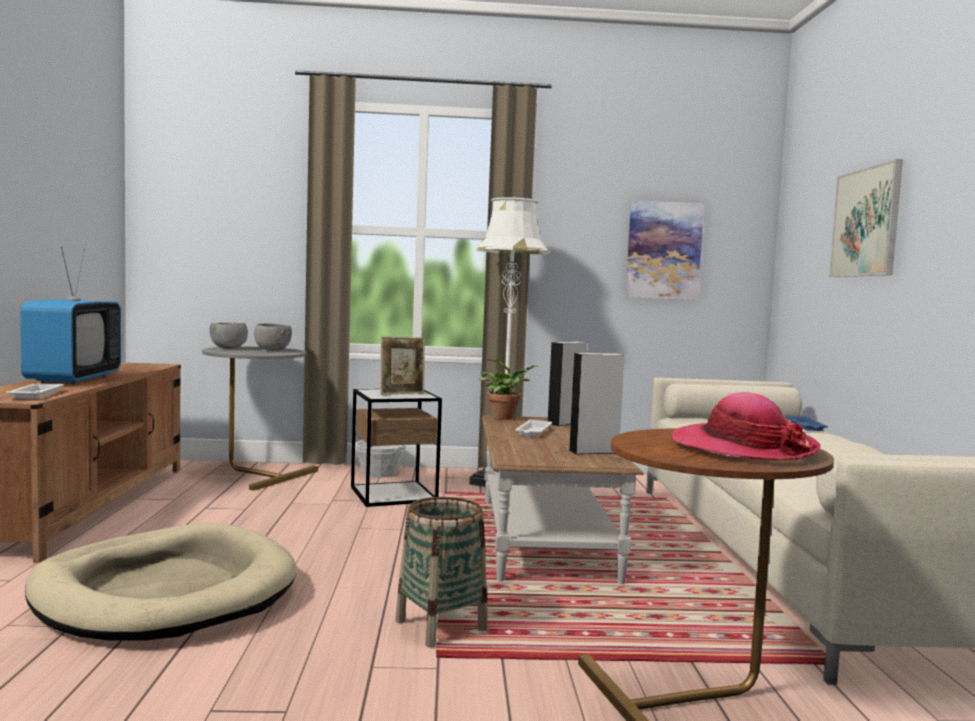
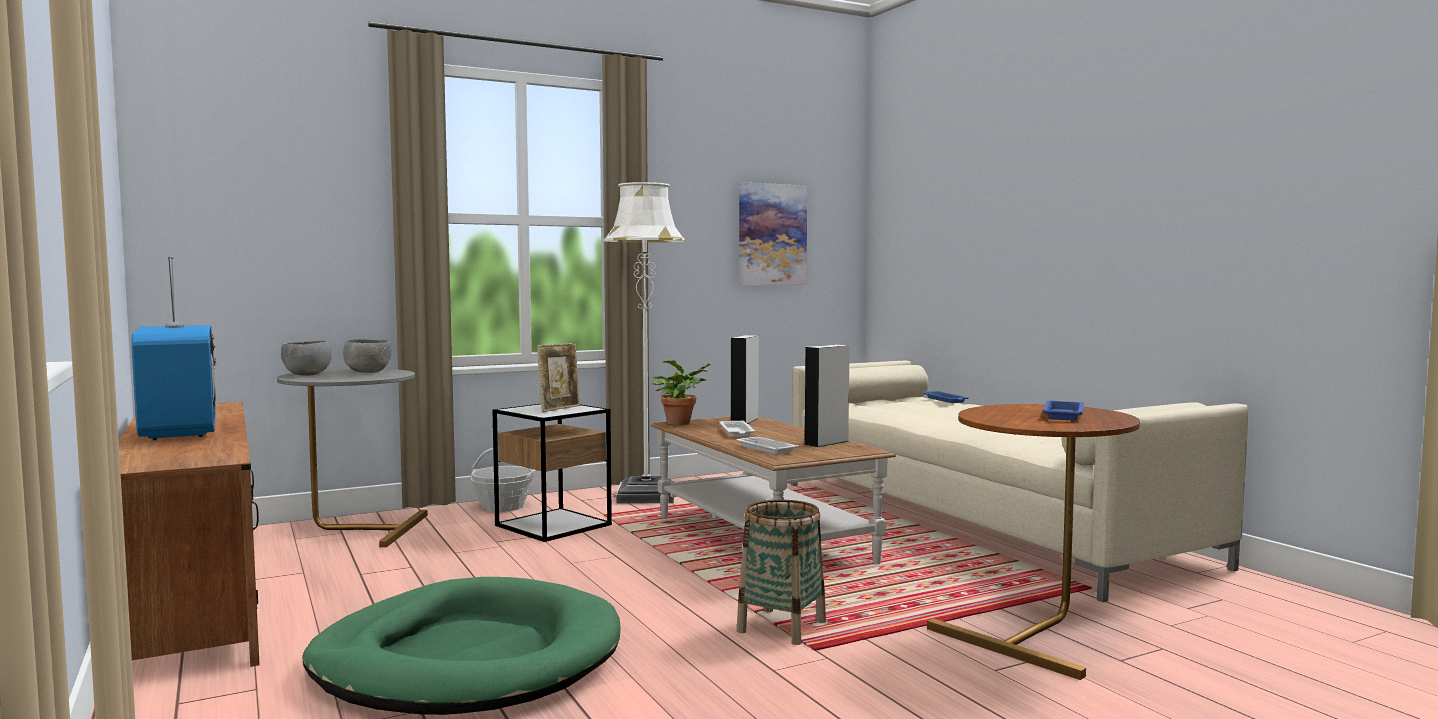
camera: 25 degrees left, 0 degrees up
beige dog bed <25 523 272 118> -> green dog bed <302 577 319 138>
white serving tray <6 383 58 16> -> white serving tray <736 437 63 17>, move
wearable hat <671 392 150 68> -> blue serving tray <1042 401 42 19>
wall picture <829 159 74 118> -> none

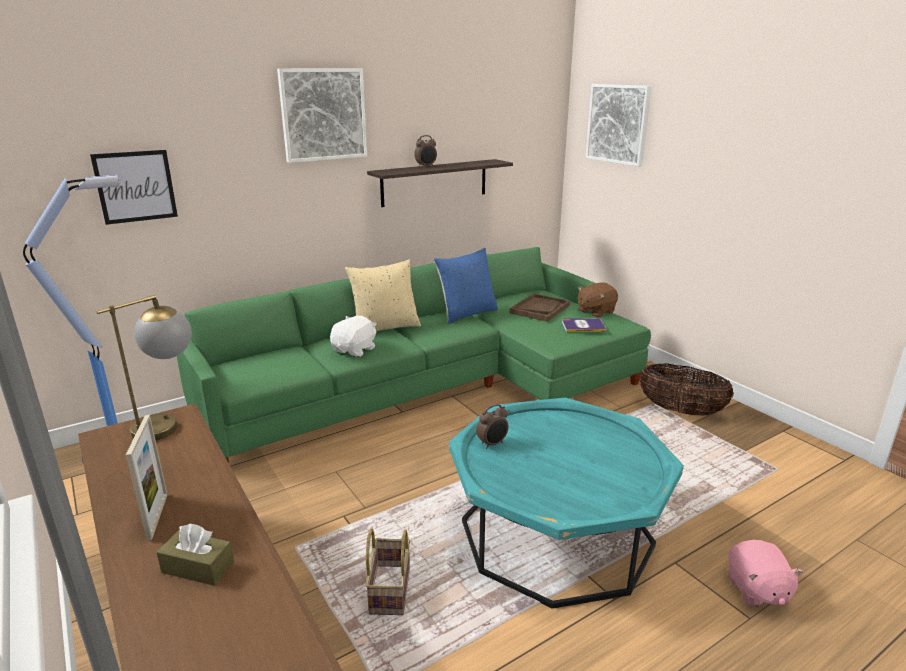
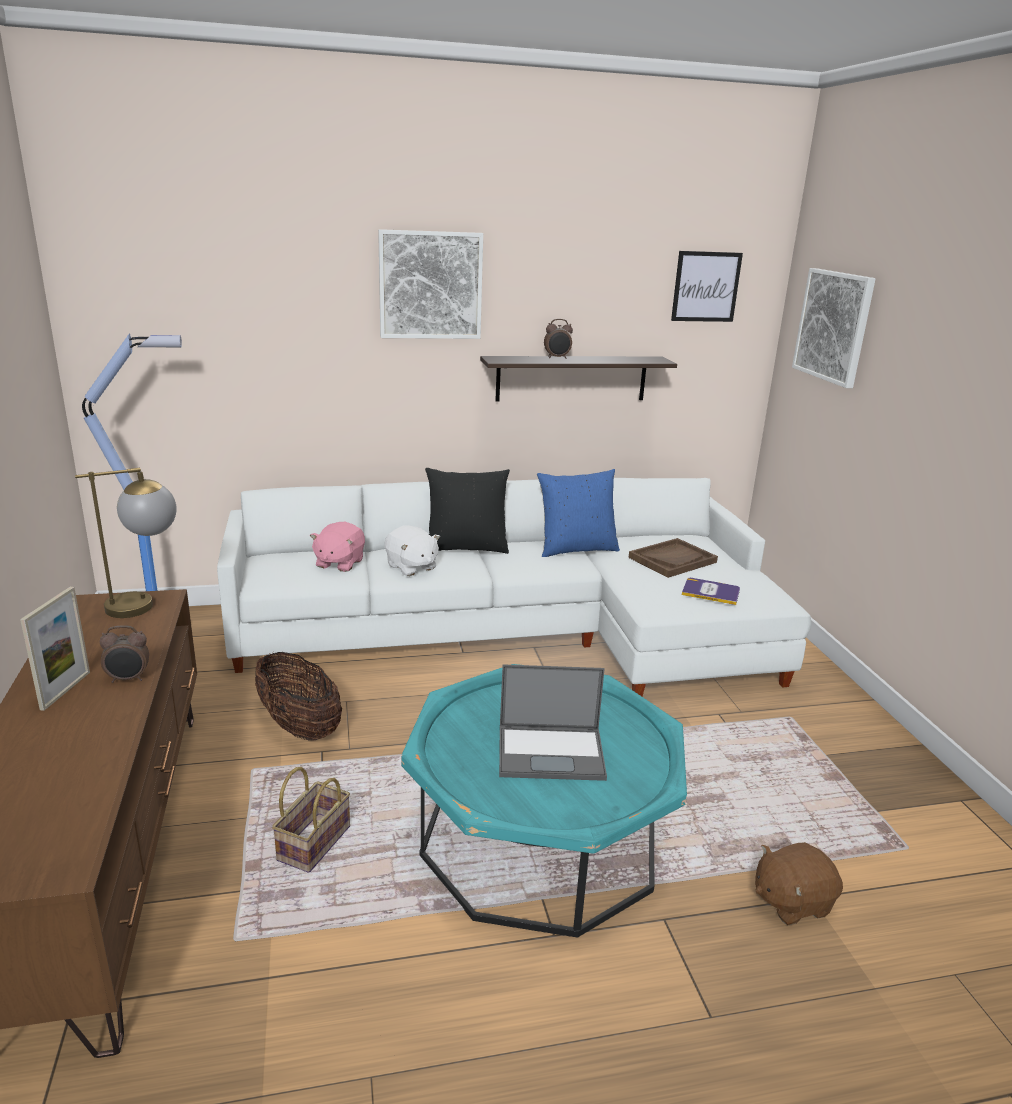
camera: 20 degrees right, 0 degrees up
bedside clock <476 404 32 45> -> bedside clock <100 625 49 58>, move
green settee <177 247 474 216> -> white settee <217 478 595 218>
storage basket <639 363 95 53> -> storage basket <255 652 87 89>, move
pink-coloured plush toy <728 540 75 67> -> pink-coloured plush toy <310 522 55 50>, move
white plush toy <330 316 47 41> -> white plush toy <385 525 55 51>, 90 degrees clockwise
beige pillow <345 259 76 72> -> black pillow <425 468 85 86>
none -> laptop <499 664 108 117>
wall picture <90 150 88 75> -> wall picture <671 251 72 71>, move
brown-coloured plush toy <578 282 40 36> -> brown-coloured plush toy <755 842 88 83>, move
brown-coloured box of tissues <157 524 77 62> -> none

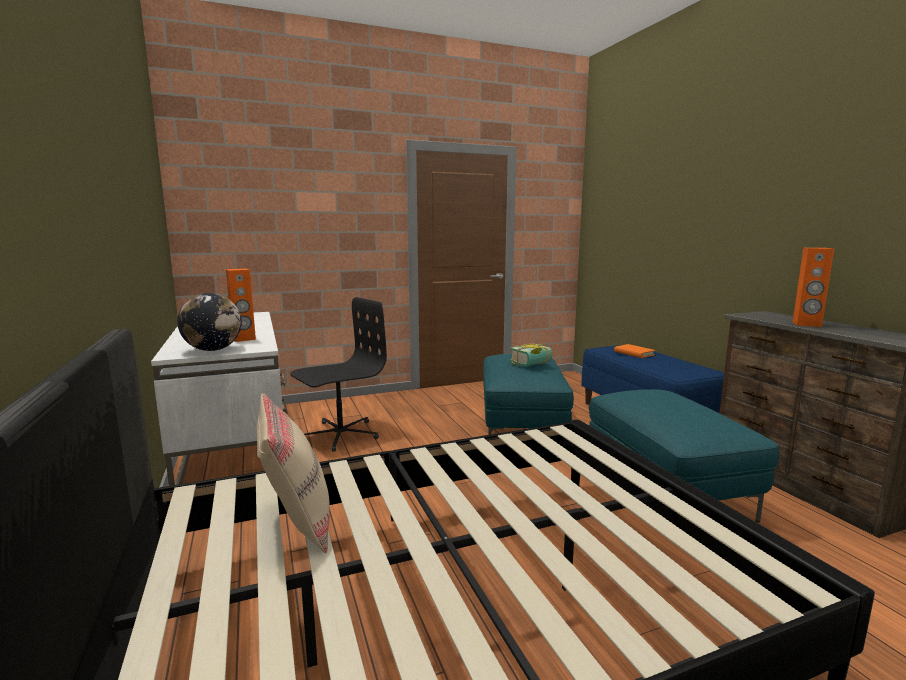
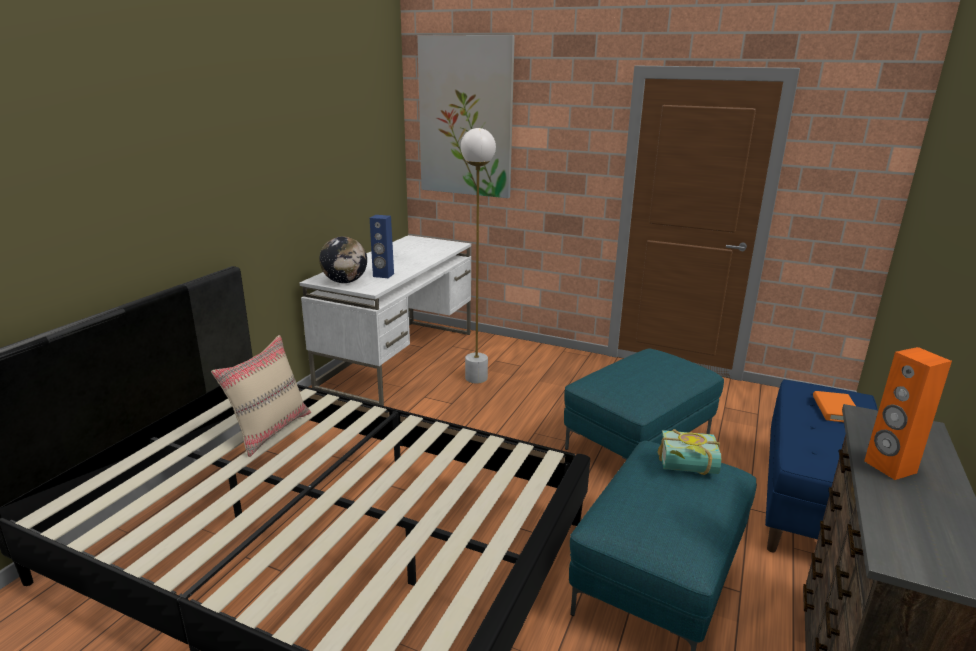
camera: 45 degrees right, 10 degrees up
orange-coloured speaker <226 269 30 73> -> blue speaker <370 215 24 63>
none -> wall picture <417 35 98 163>
black computer chair <290 297 97 155> -> white floor lamp <461 128 35 255>
book <510 344 42 22> -> book <657 429 64 46>, move

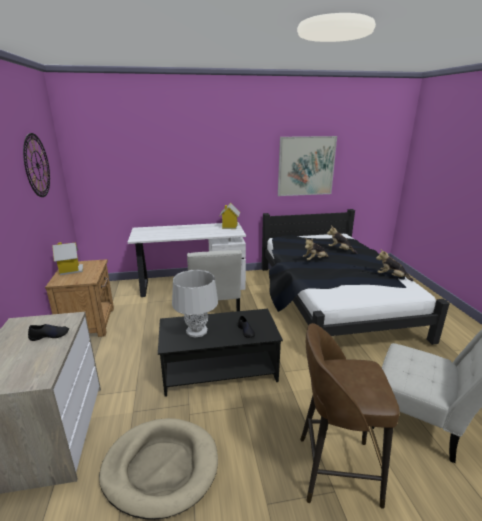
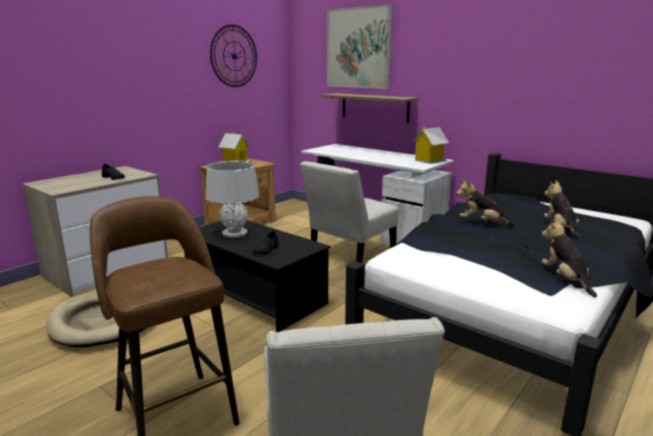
camera: 50 degrees right, 5 degrees down
none -> bracket shelf <322 93 96 30>
wall picture <278 136 59 60> -> wall picture <327 4 65 85>, move

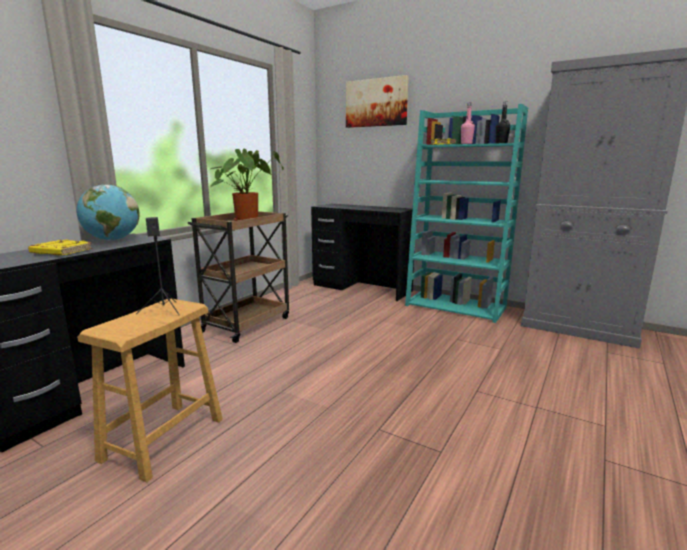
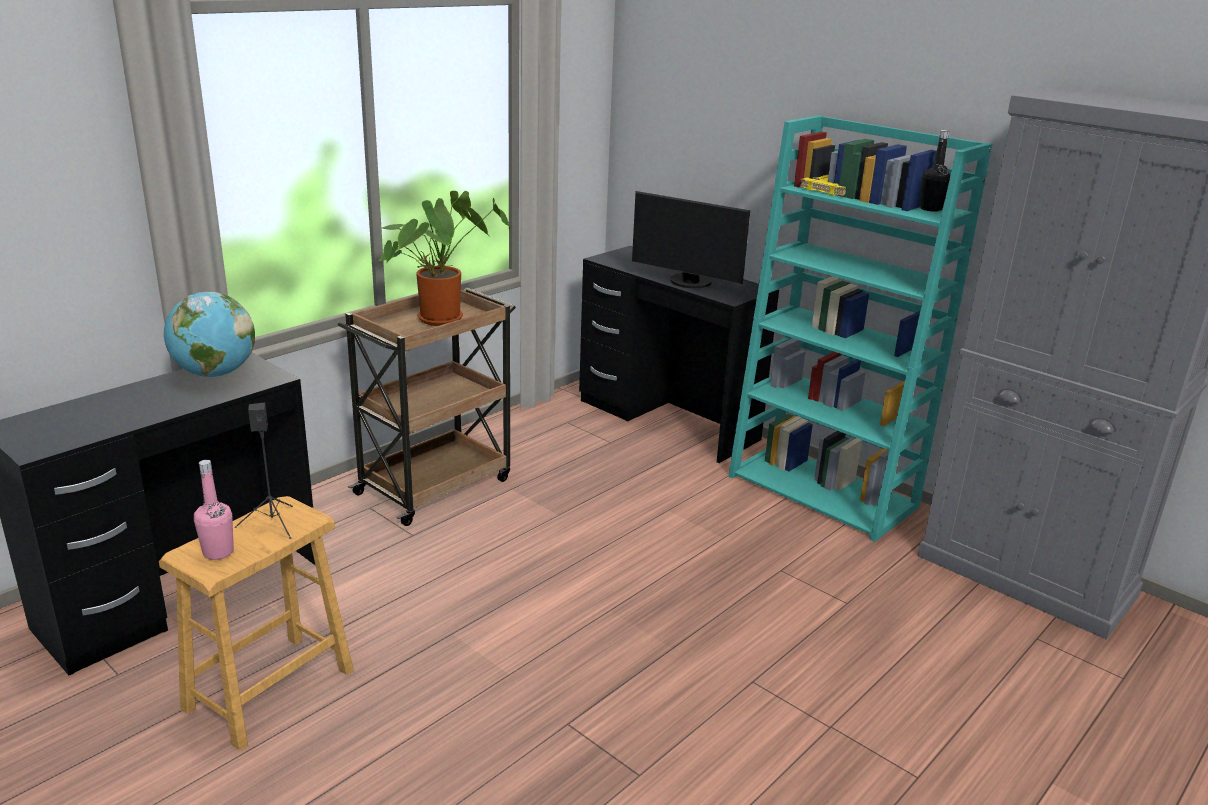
camera: 10 degrees right, 10 degrees up
pink-coloured drink bottle <461 102 14 42> -> pink-coloured drink bottle <194 460 40 100>, move
none -> monitor <632 191 118 97>
yellow-coloured book <28 240 65 15> -> none
wall picture <346 75 62 53> -> none

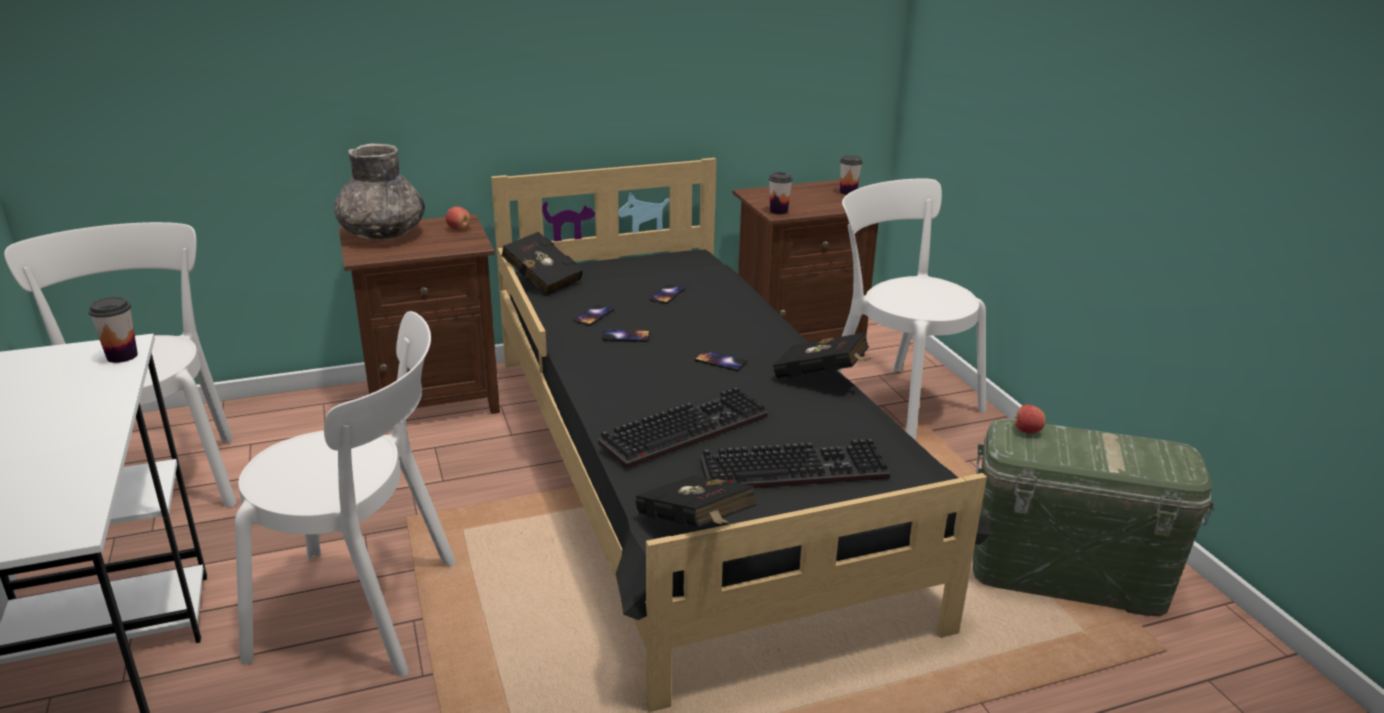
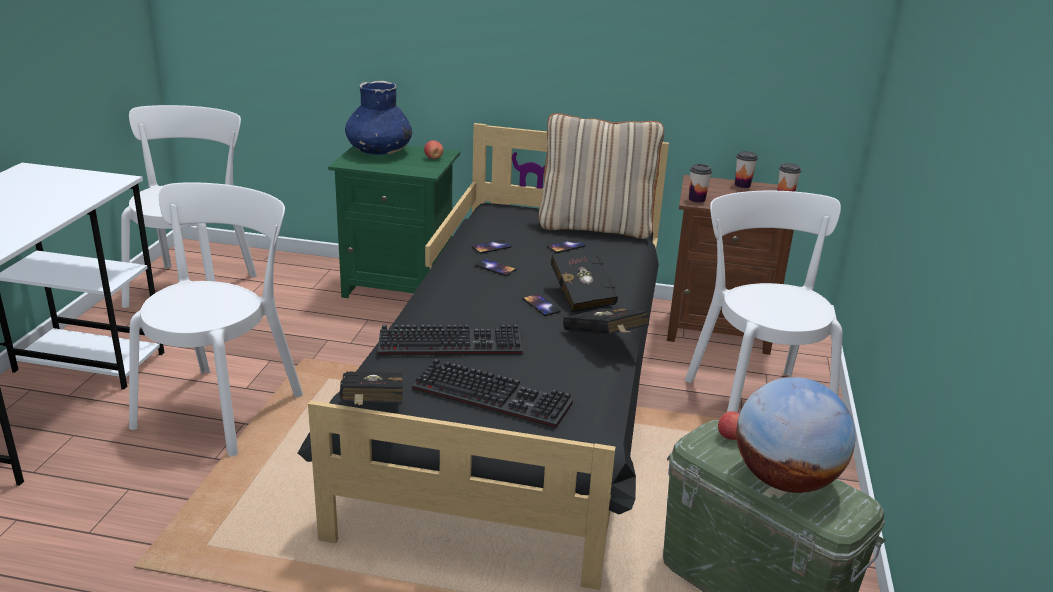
camera: 30 degrees right, 0 degrees up
white upright chair <235 311 221 366> -> white upright chair <129 182 174 275>, 105 degrees counterclockwise
brown-coloured nightstand <339 214 161 200> -> green nightstand <328 145 132 153>
gray decorative vase <334 143 91 97> -> blue decorative vase <345 81 67 74>
none -> beige pillow <538 113 126 126>
black book <501 232 82 64> -> black book <550 248 68 64>, move
cup <88 297 50 66> -> cup <735 151 23 37>, move
none -> world globe <736 377 119 116>

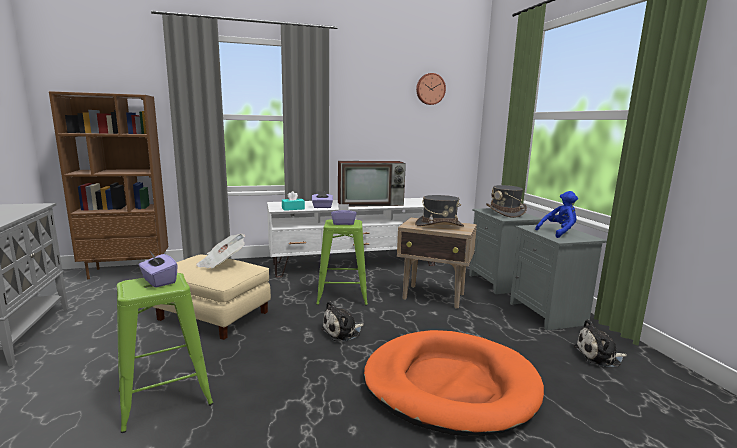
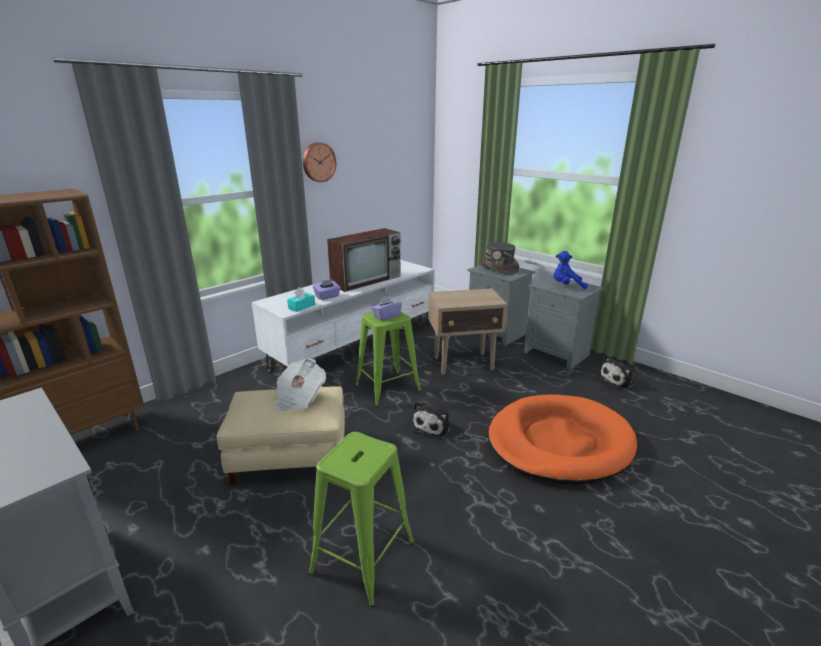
camera: 30 degrees left, 10 degrees up
hanging clock <416 73 30 32> -> hanging clock <303 142 33 40>, move
blue plush toy <535 191 43 47> -> blue plush toy <554 251 34 38>, 120 degrees counterclockwise
purplish box of tissues <138 250 40 38> -> none
gray wearable hat <415 195 49 32> -> none

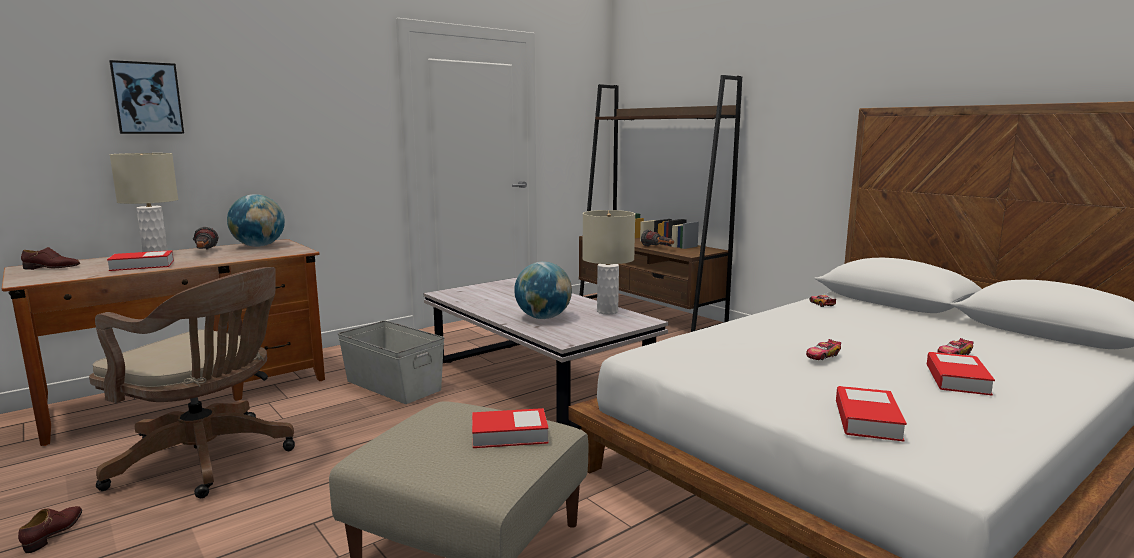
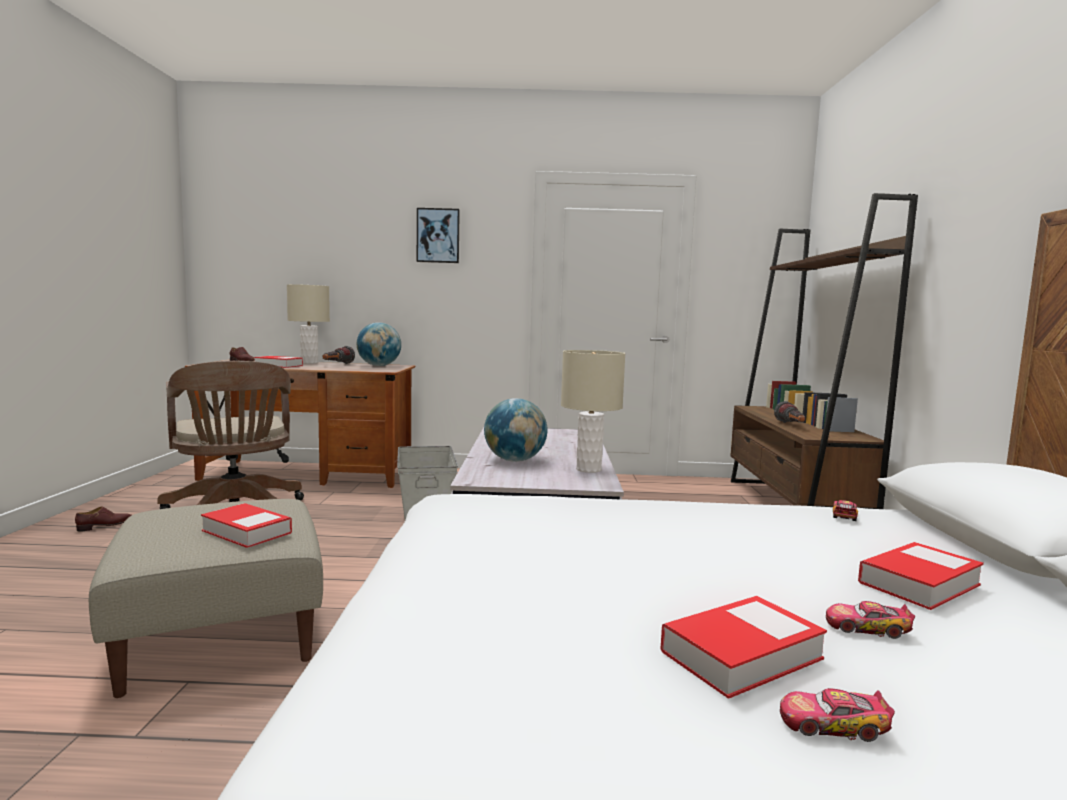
camera: 40 degrees right, 5 degrees down
wall picture <109 60 75 74> -> wall picture <417 208 43 55>, move
model car <806 339 35 21> -> model car <780 688 115 54>, move
book <836 386 71 55> -> book <858 542 126 68>, move

